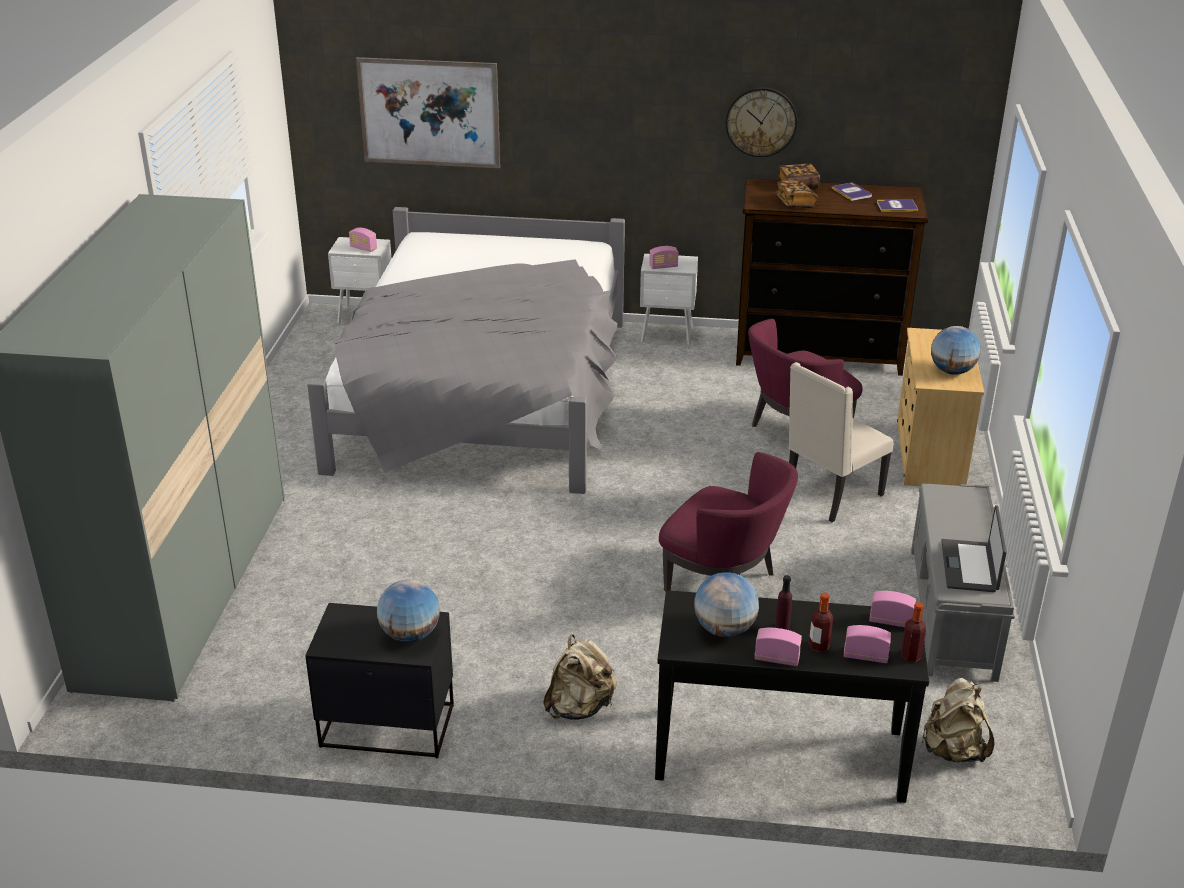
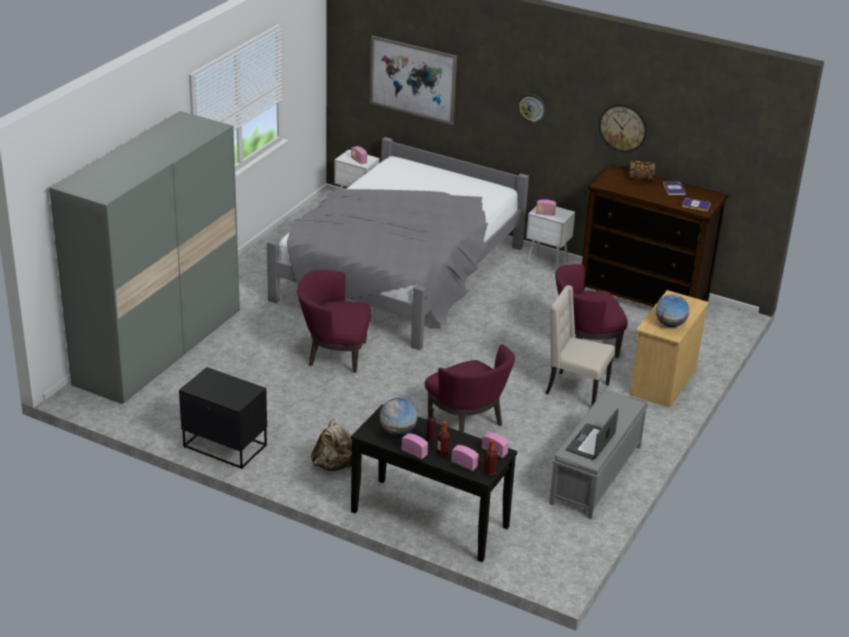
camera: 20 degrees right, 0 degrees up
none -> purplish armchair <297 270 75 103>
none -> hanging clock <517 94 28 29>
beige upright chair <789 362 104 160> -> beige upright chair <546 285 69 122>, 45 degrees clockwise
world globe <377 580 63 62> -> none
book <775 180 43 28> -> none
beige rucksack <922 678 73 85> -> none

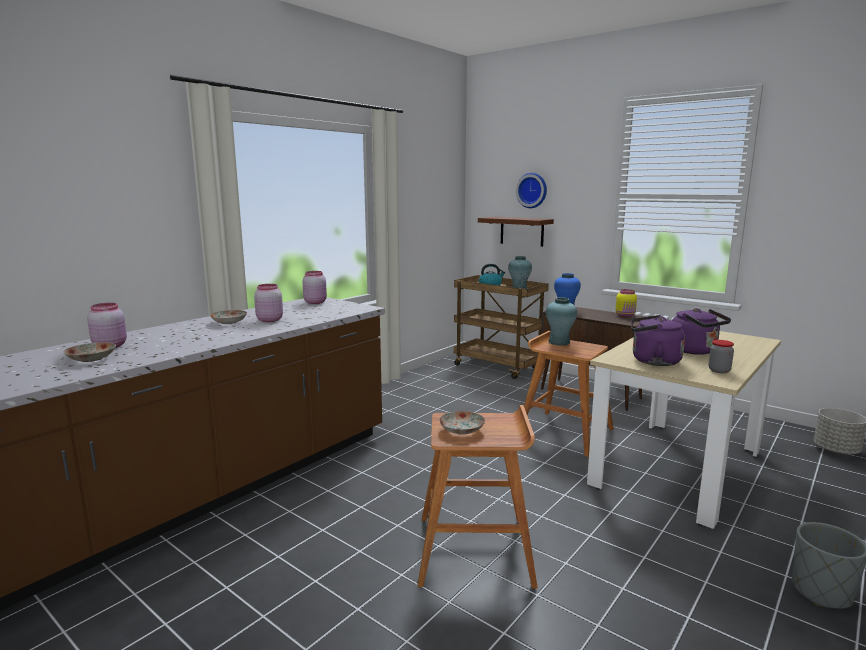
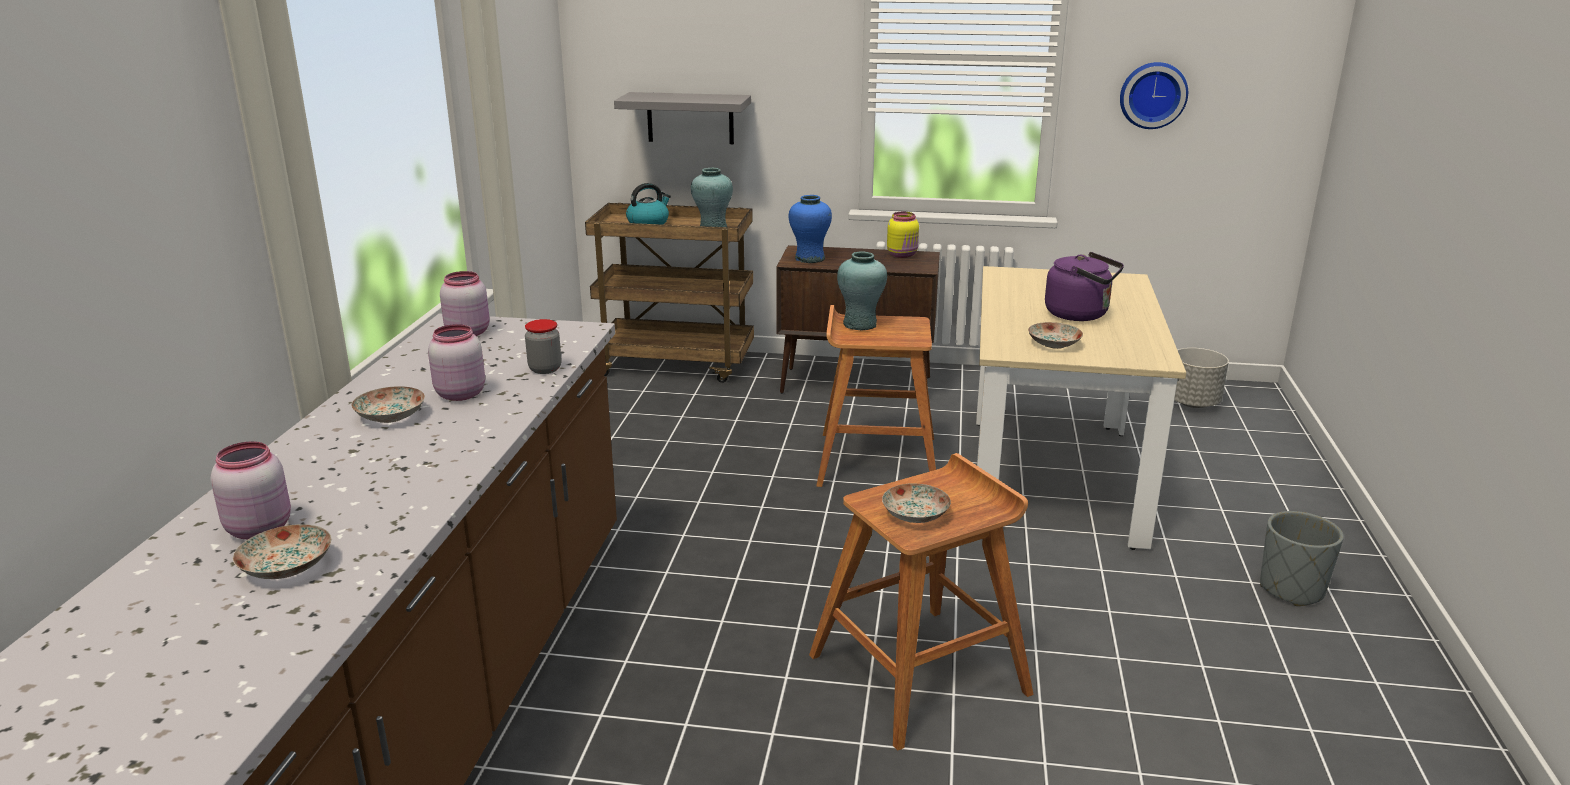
camera: 30 degrees left, 10 degrees up
preserve jar <709 340 25 33> -> preserve jar <525 319 37 55>, move
brown-coloured bracket shelf <478 217 76 30> -> gray bracket shelf <614 92 137 52>
purplish tea kettle <631 315 54 51> -> flat dish <1028 322 55 27>
hanging clock <516 173 31 35> -> hanging clock <1120 62 68 67>, move

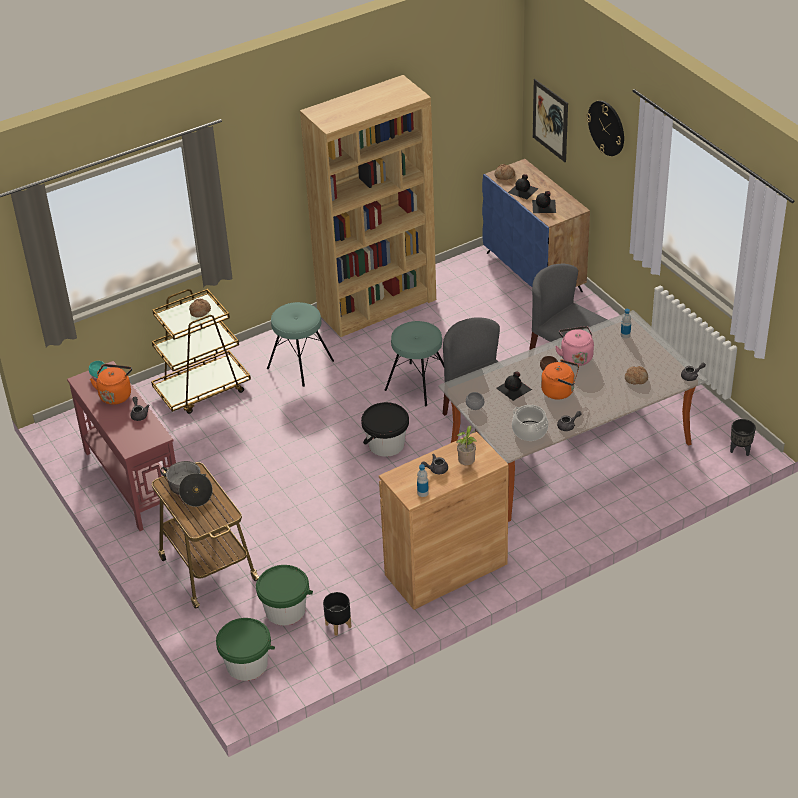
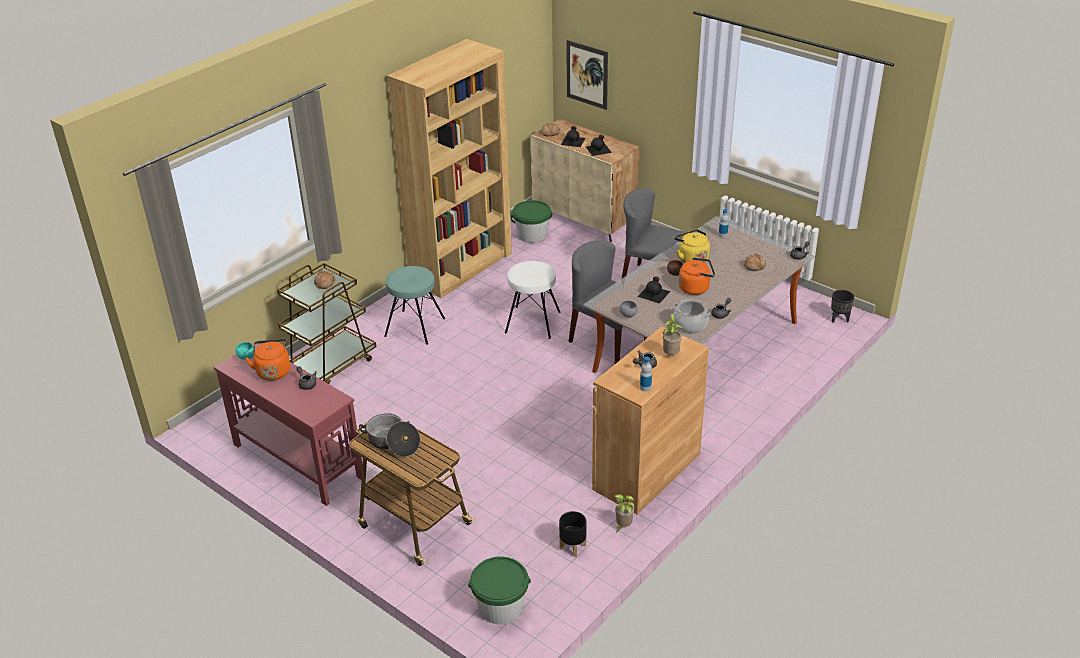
camera: 20 degrees left, 5 degrees down
blue-green stool seat <385 321 59 86> -> white stool seat <505 261 56 78>
green pail <256 565 57 61> -> green pail <511 200 41 43>, move
blue cupboard <482 159 108 133> -> beige cupboard <530 119 109 123>
none -> plant in a pot <614 494 20 38>
pink-coloured tea kettle <555 326 39 40> -> yellow-coloured tea kettle <674 229 36 34>
black pail <361 402 48 55> -> none
hanging clock <586 100 38 56> -> none

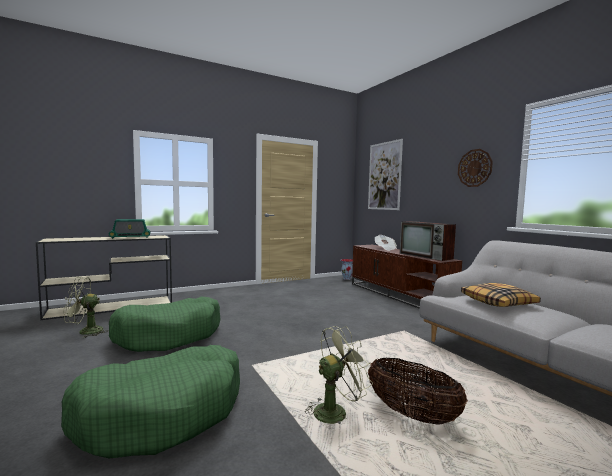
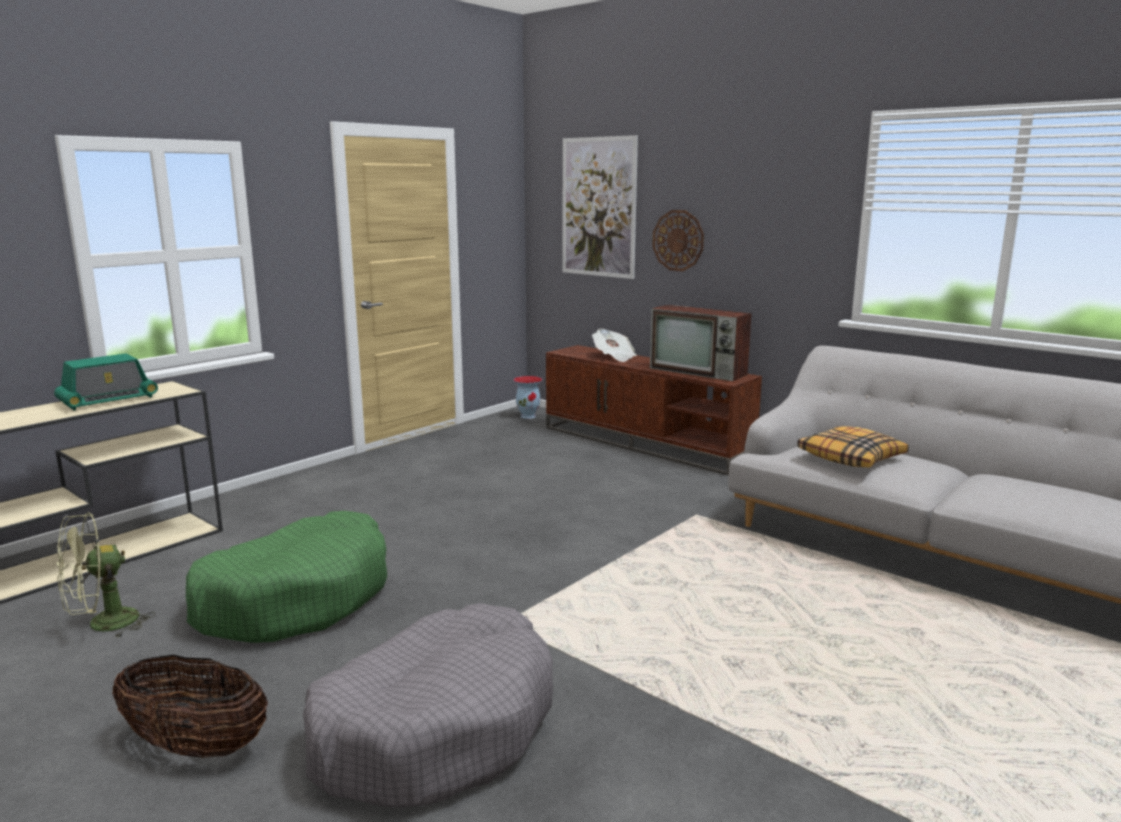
camera: 20 degrees left, 10 degrees up
storage basket <368 358 100 67> -> storage basket <112 655 156 103>, move
green dog bed <61 345 179 113> -> gray dog bed <303 603 250 205>
hanging clock <458 149 35 38> -> hanging clock <652 210 52 61>, move
green electric fan <305 326 68 98> -> none

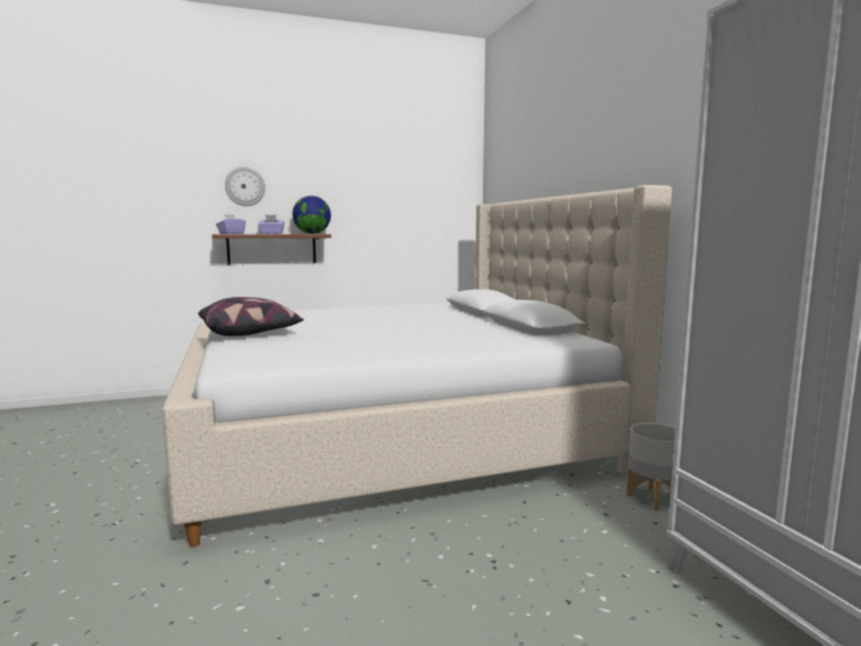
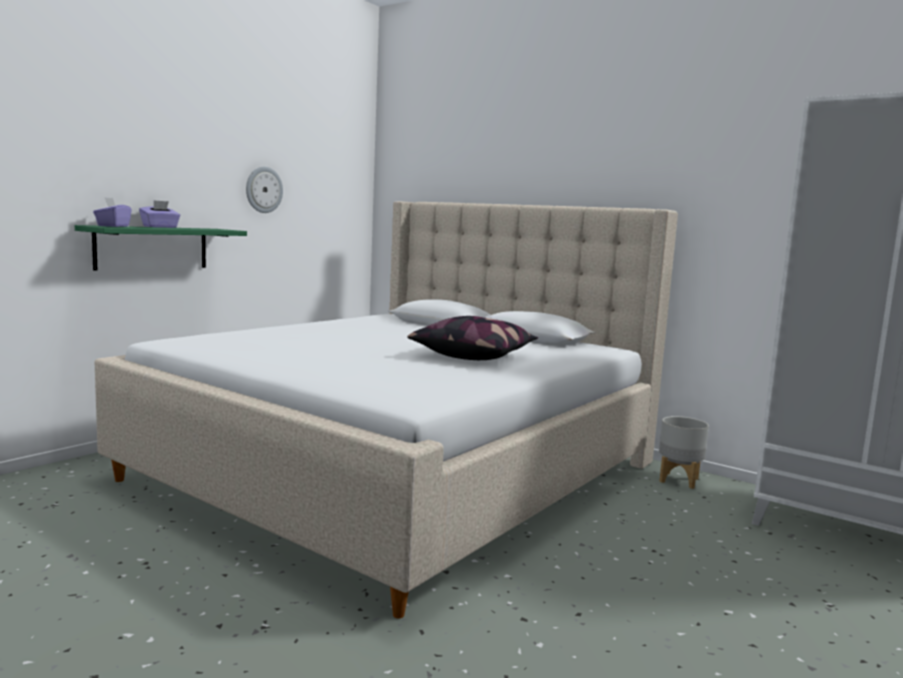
camera: 35 degrees left, 0 degrees up
brown-coloured bracket shelf <212 234 119 31> -> green bracket shelf <75 225 172 45>
hanging clock <225 167 40 39> -> hanging clock <246 167 37 46>, move
pillow <198 297 106 39> -> pillow <407 316 131 44>, move
world globe <292 196 39 38> -> none

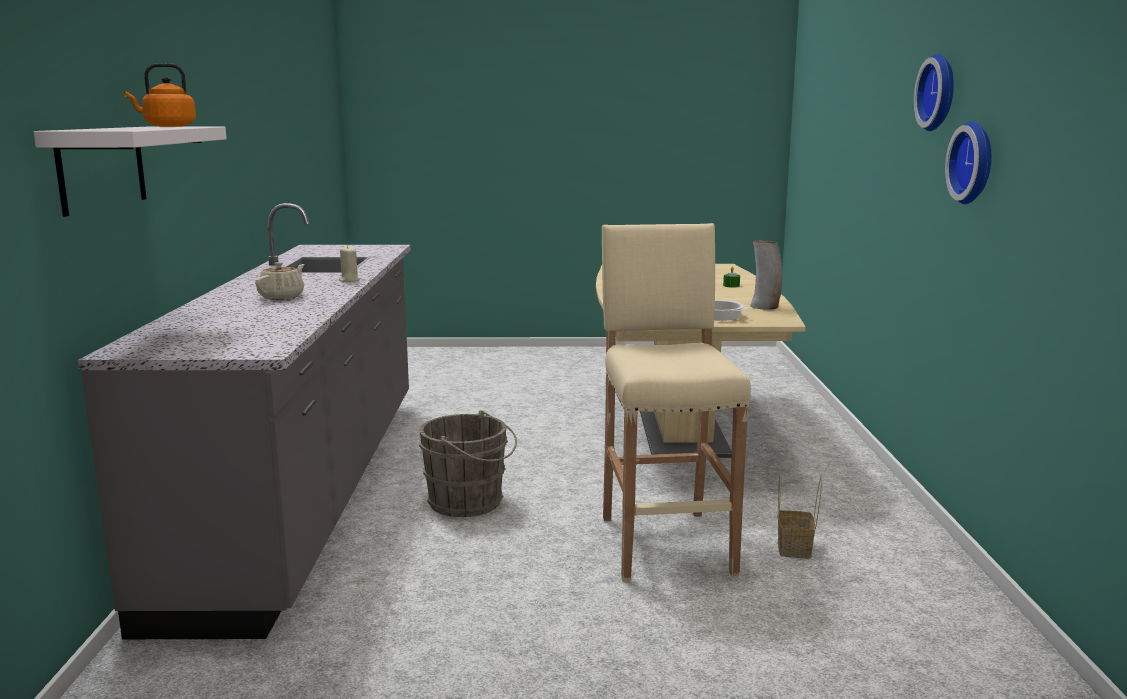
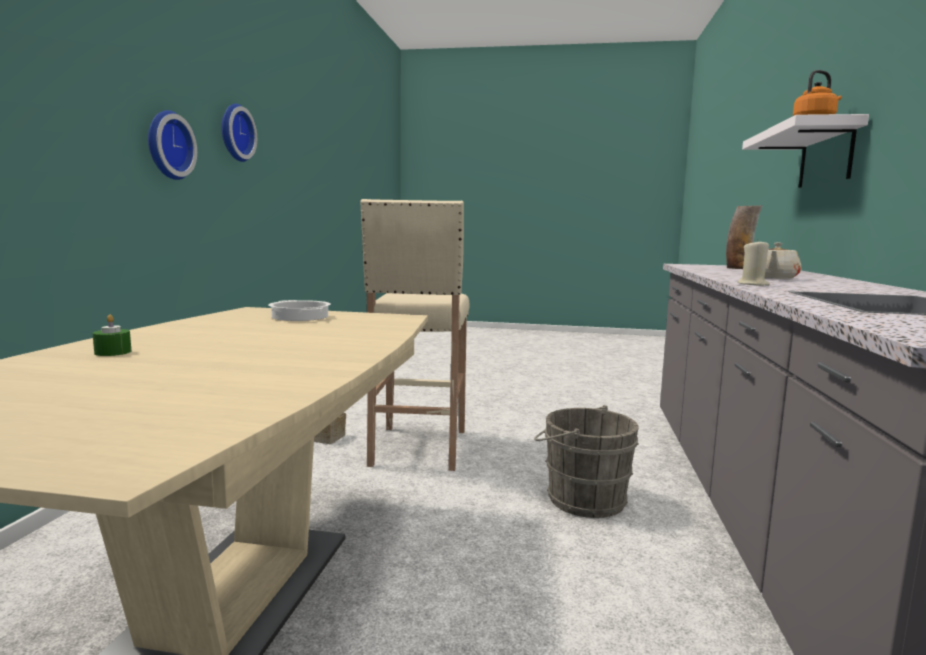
camera: 170 degrees left, 5 degrees down
hanging clock <914 54 40 77> -> hanging clock <221 104 36 58>, move
decorative vase <751 240 31 69> -> decorative vase <726 205 37 64>, move

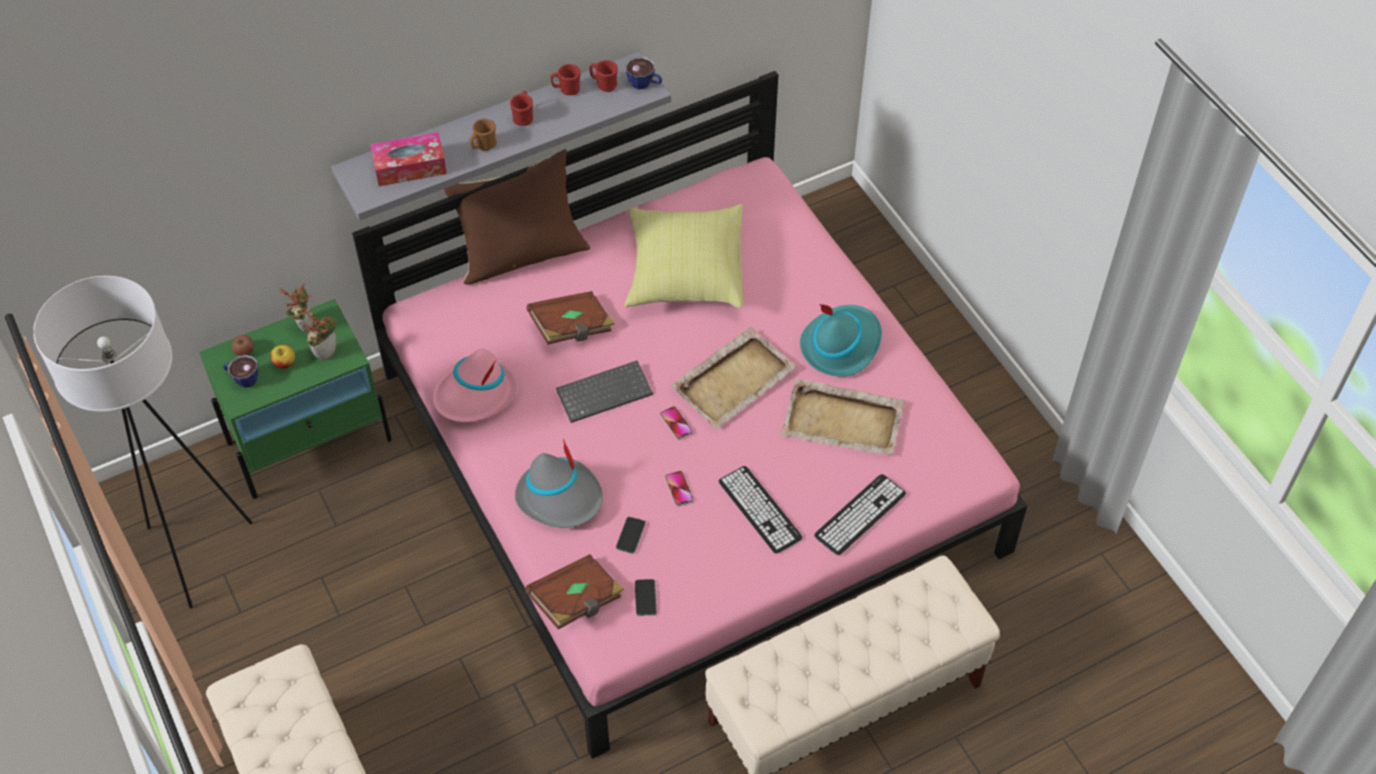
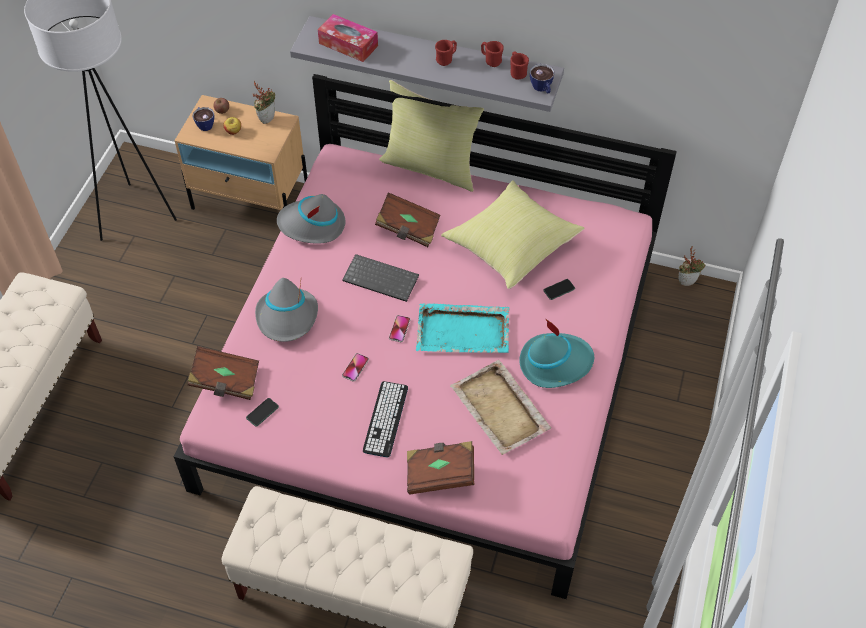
camera: 45 degrees right, 0 degrees up
green nightstand <199 299 193 200> -> beige nightstand <174 95 133 115>
pink-coloured wearable hat <432 349 85 73> -> gray wearable hat <277 194 68 50>
brown-coloured pillow <444 149 146 135> -> yellow-coloured pillow <379 80 105 112>
PC keyboard <814 474 92 81> -> brown-coloured book <407 441 67 54>
beige serving tray <671 327 126 102> -> blue-green serving tray <416 303 94 50>
phone <616 517 30 36> -> phone <543 279 32 21>, move
plant in a pot <304 307 32 53> -> plant in a pot <678 246 28 40>, move
brown-coloured tea mug <470 119 27 32> -> none

